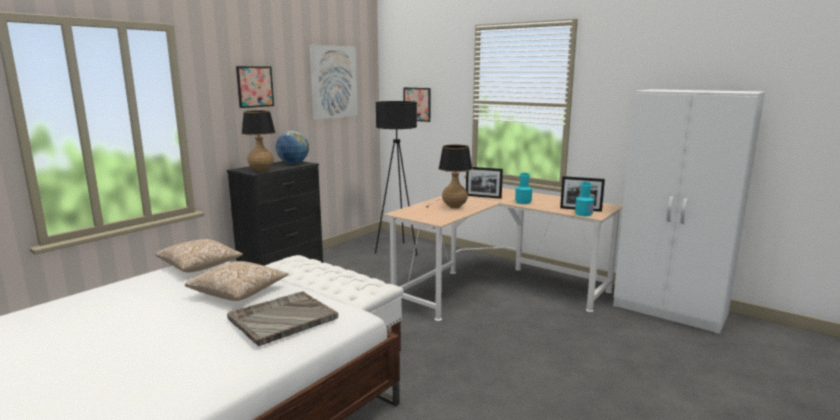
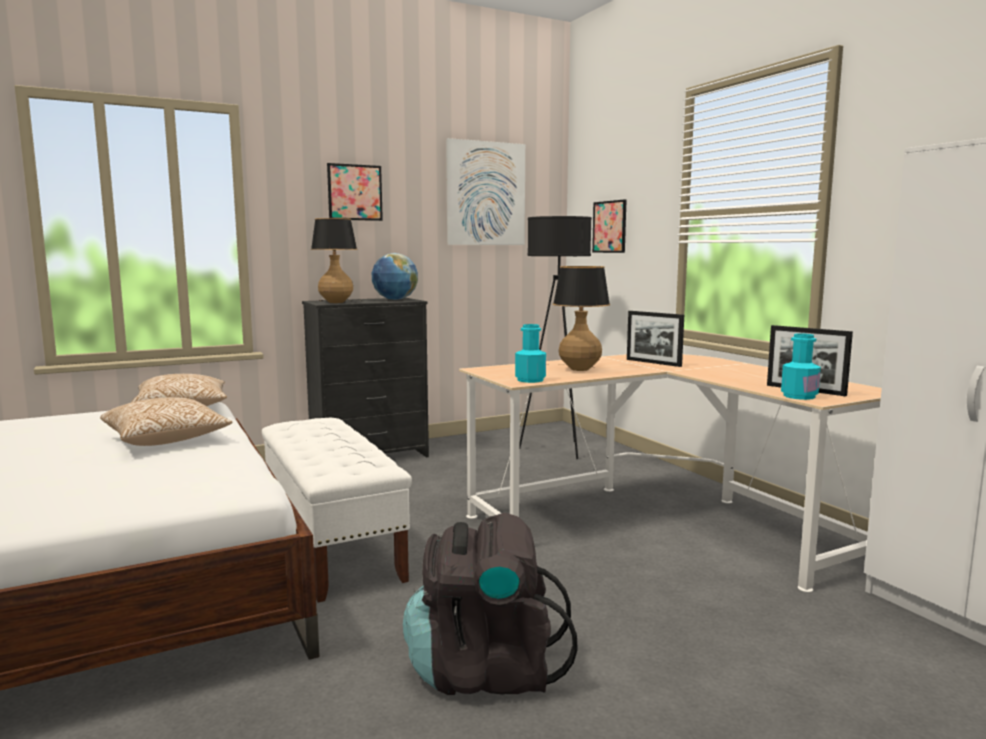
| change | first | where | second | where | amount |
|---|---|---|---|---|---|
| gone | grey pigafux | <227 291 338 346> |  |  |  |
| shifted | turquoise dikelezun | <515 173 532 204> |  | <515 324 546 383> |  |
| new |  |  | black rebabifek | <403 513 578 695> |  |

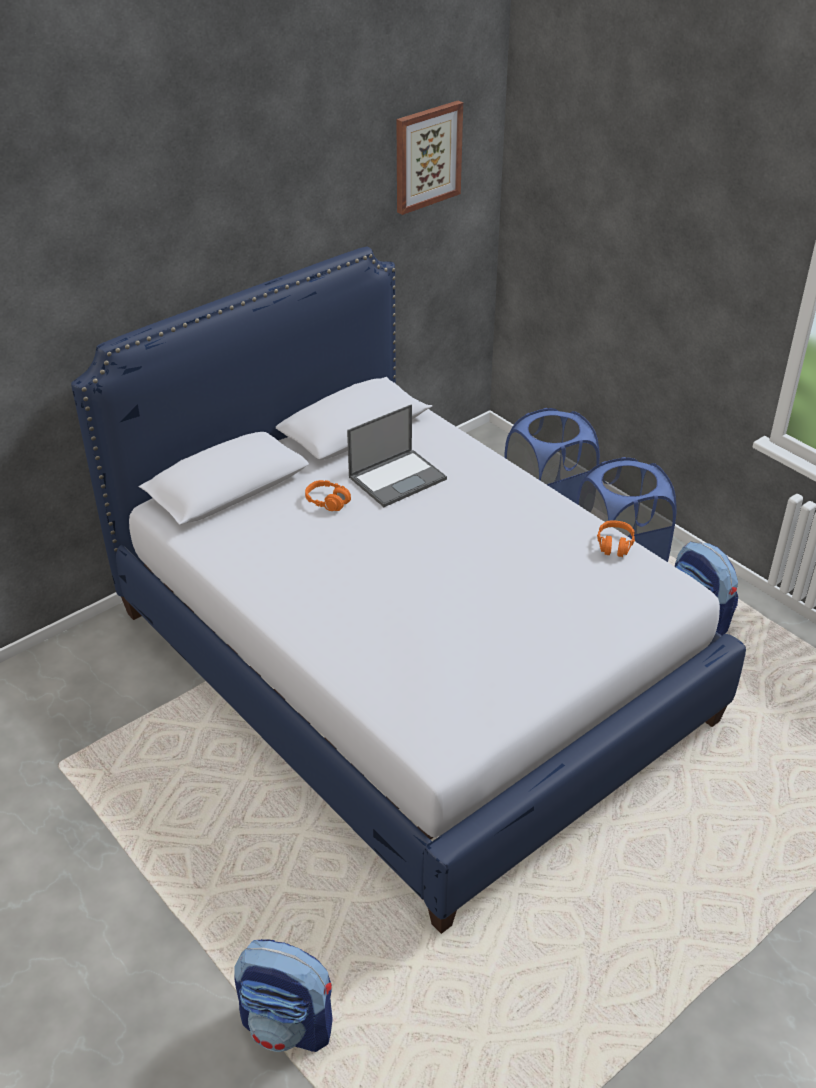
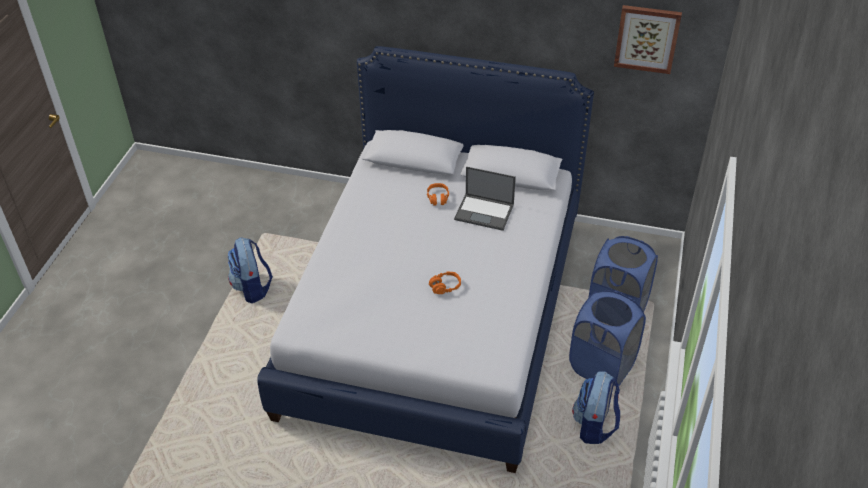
| change | first | where | second | where | amount |
|---|---|---|---|---|---|
| shifted | rebabifek | <234 939 333 1052> |  | <228 237 273 303> |  |
| shifted | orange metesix | <597 520 635 557> |  | <429 271 461 294> |  |

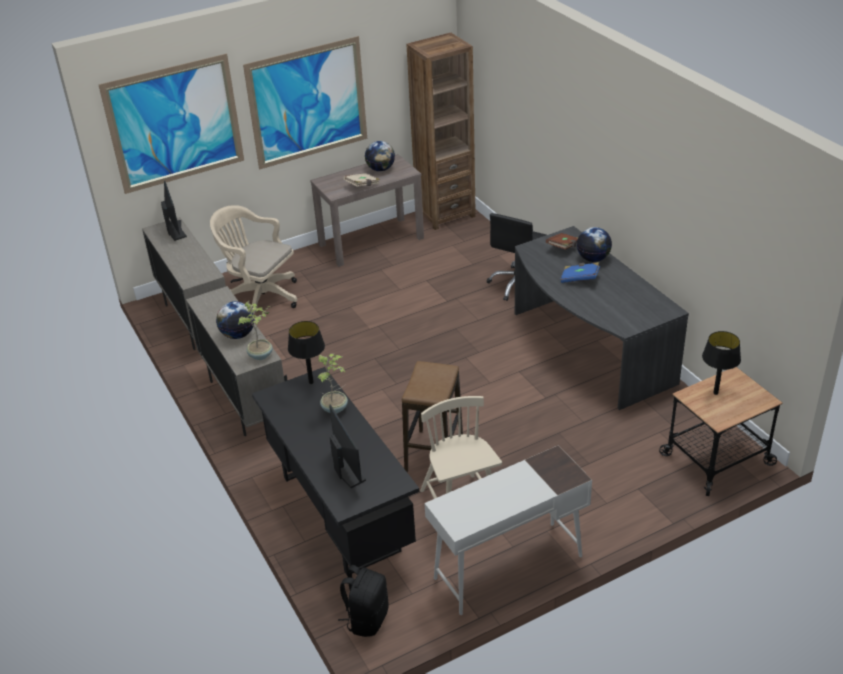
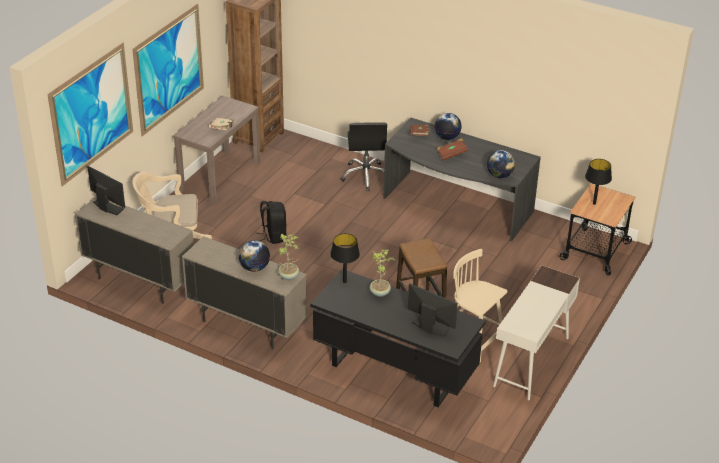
| change | first | where | second | where | amount |
|---|---|---|---|---|---|
| shifted | black rebabifek | <338 565 389 637> |  | <256 201 287 244> |  |
| shifted | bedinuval | <365 141 395 171> |  | <487 150 515 178> |  |
| repainted | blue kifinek | <560 262 600 283> | brown kifinek | <437 138 468 160> |  |

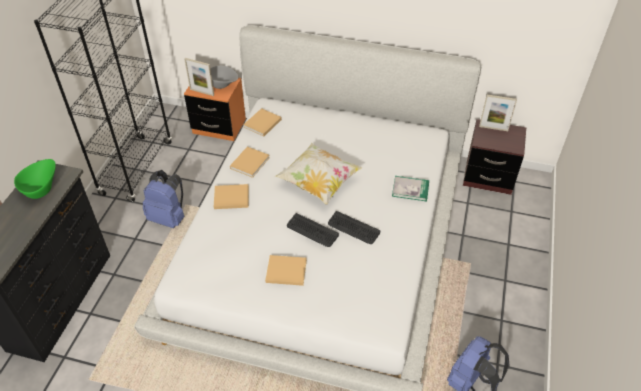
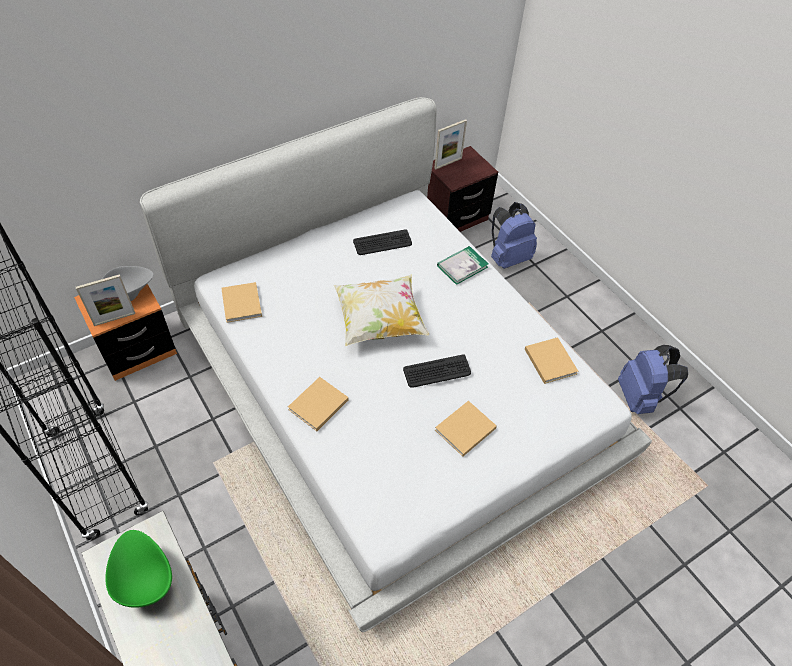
| change | first | where | second | where | amount |
|---|---|---|---|---|---|
| shifted | blue rebabifek | <143 170 185 228> |  | <491 202 537 269> |  |
| shifted | beige kifinek | <230 146 270 178> |  | <525 337 578 384> |  |
| shifted | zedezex | <328 211 380 244> |  | <353 229 412 255> |  |

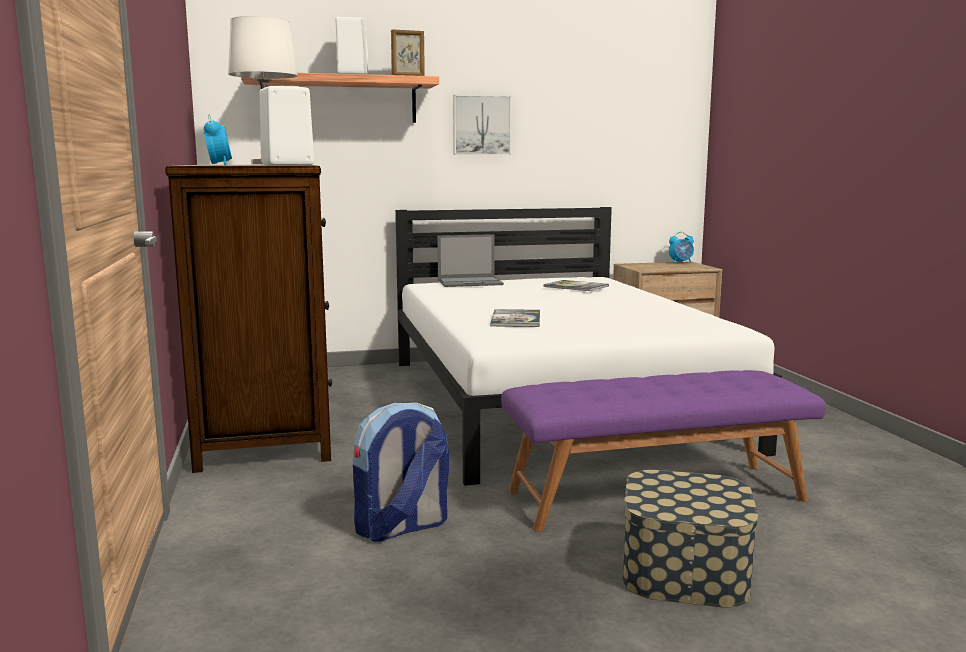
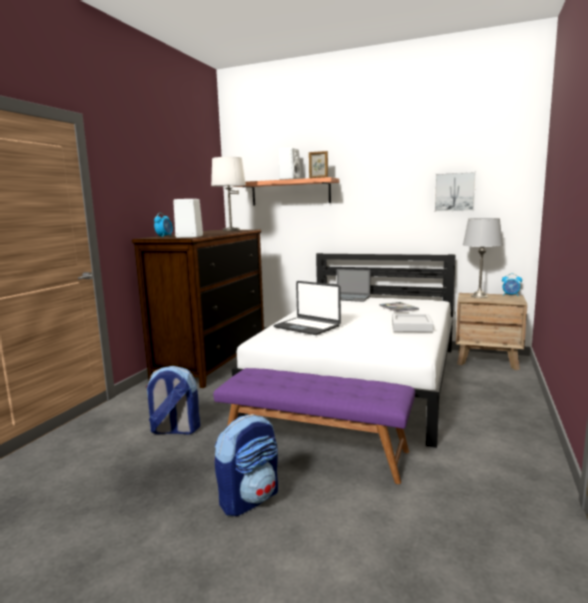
| change | first | where | second | where | amount |
|---|---|---|---|---|---|
| shifted | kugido | <453 95 511 155> |  | <434 172 476 212> |  |
| swapped | kifinek | <490 309 540 327> | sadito | <273 281 341 335> |  |
| swapped | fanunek | <623 470 758 608> | rebabifek | <215 414 278 516> |  |
| new |  |  | grey pigafux | <392 314 434 332> |  |
| new |  |  | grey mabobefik | <463 218 503 298> |  |

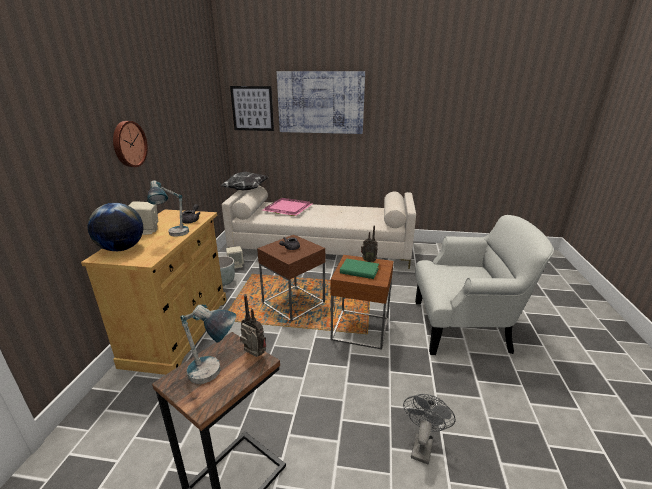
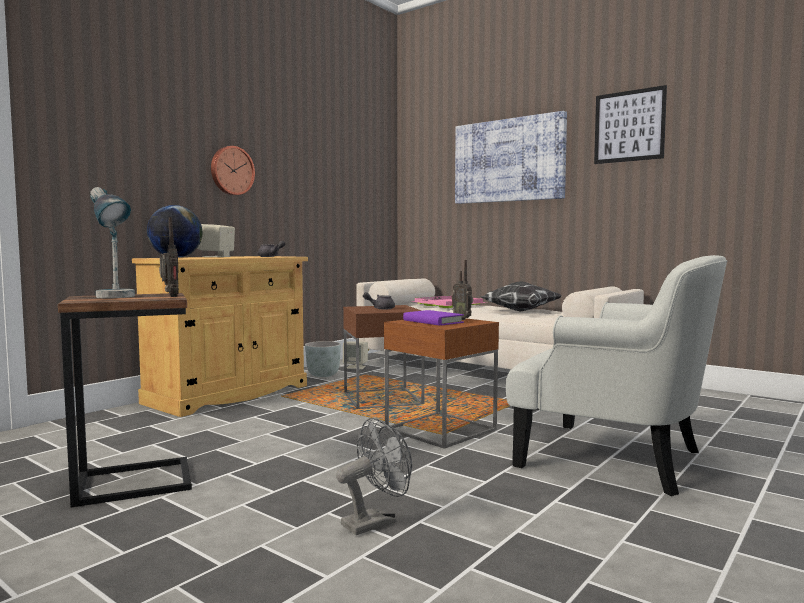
| change | first | where | second | where | amount |
|---|---|---|---|---|---|
| gone | mabobefik | <147 180 189 236> |  |  |  |
| shifted | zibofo | <220 172 268 190> |  | <481 281 561 312> |  |
| shifted | kugido | <230 86 274 131> |  | <594 85 667 164> |  |
| repainted | green kifinek | <340 259 379 279> | purple kifinek | <403 310 464 326> |  |

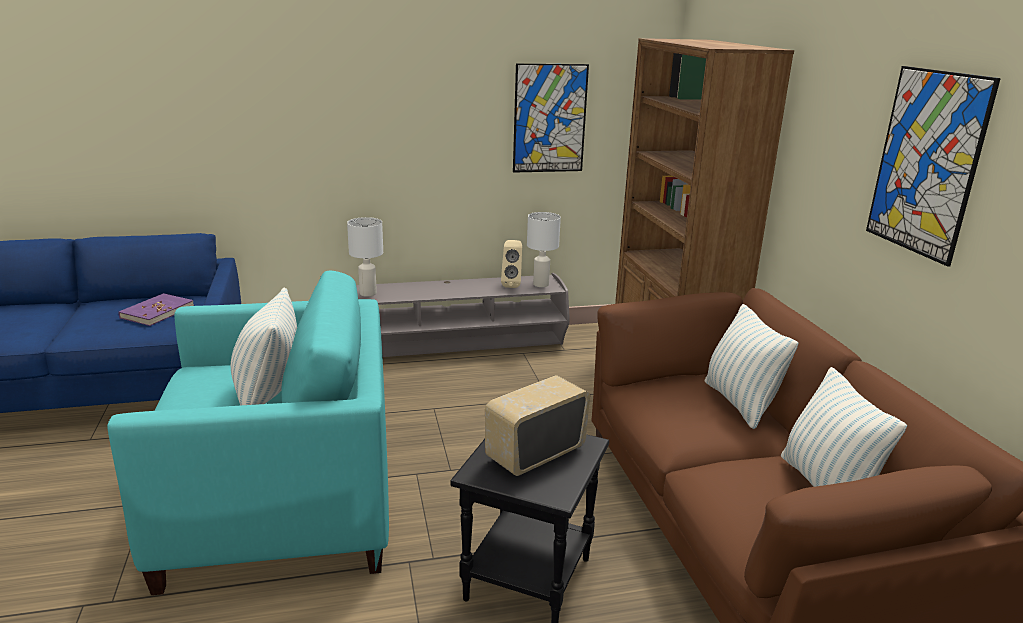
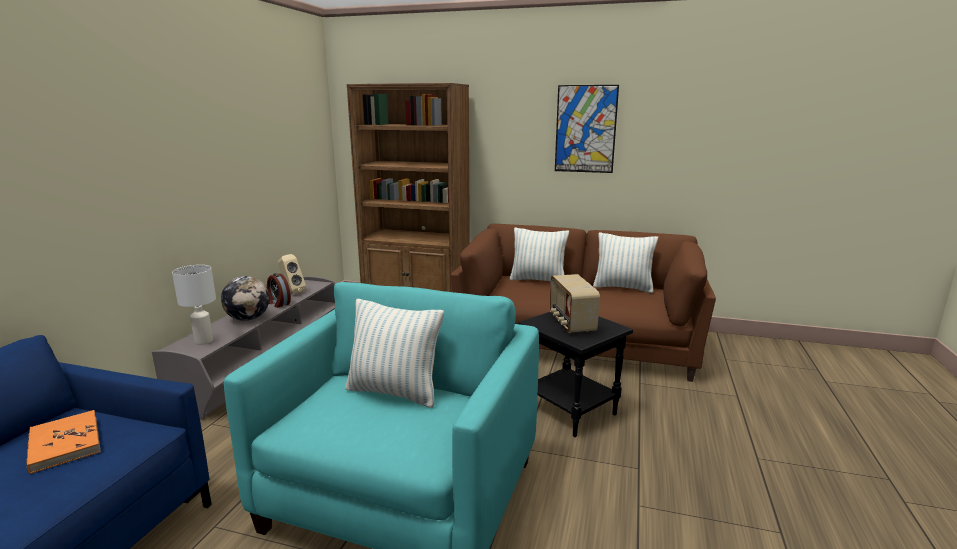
| change | first | where | second | where | amount |
|---|---|---|---|---|---|
| repainted | purple kifinek | <119 293 194 326> | orange kifinek | <26 410 101 474> |  |
| gone | kugido | <513 63 589 173> |  |  |  |
| gone | white mabobefik | <527 212 561 287> |  |  |  |
| new |  |  | bedinuval | <221 276 270 321> |  |
| new |  |  | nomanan | <267 273 291 308> |  |

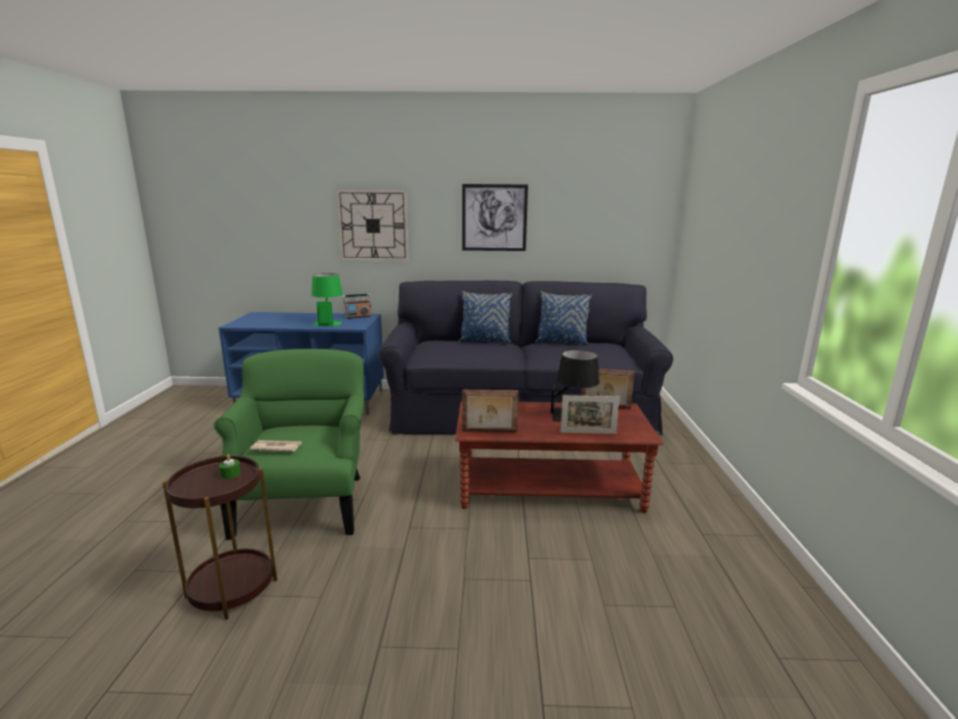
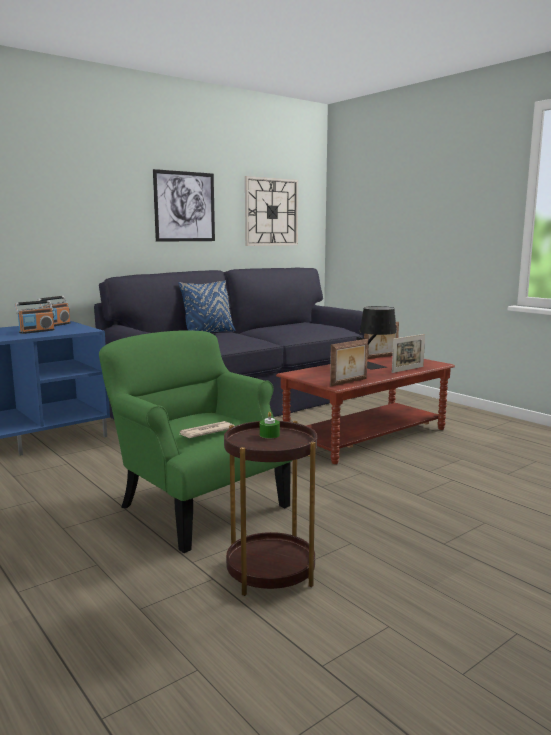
| change | first | where | second | where | amount |
|---|---|---|---|---|---|
| swapped | green mabobefik | <311 273 343 326> | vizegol | <14 300 55 334> |  |
| shifted | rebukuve | <336 190 408 261> |  | <245 176 298 246> |  |
| gone | blue zibofo | <535 291 592 345> |  |  |  |

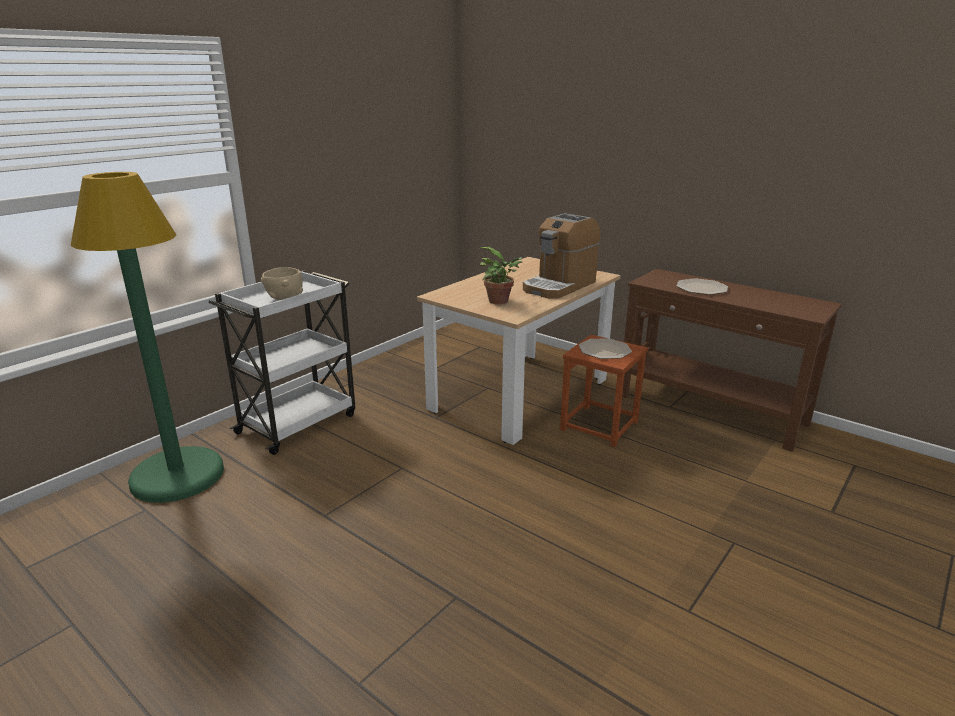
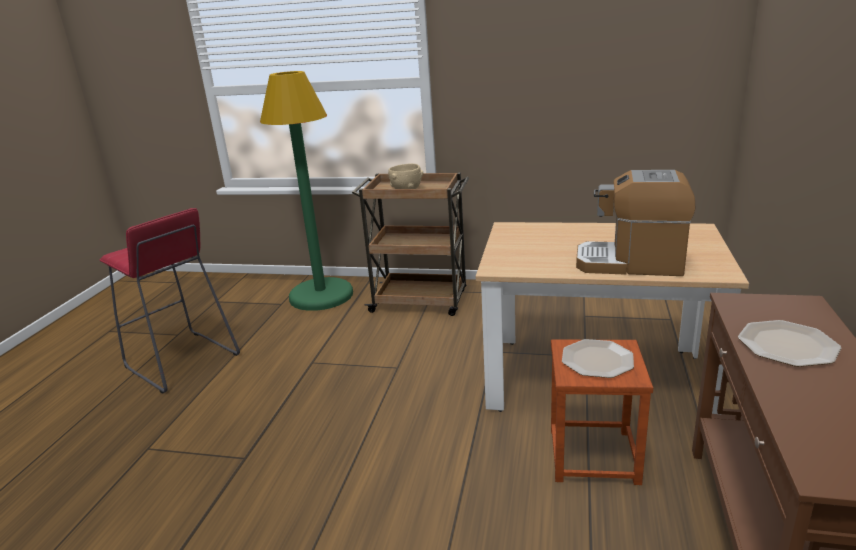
| change | first | where | second | where | amount |
|---|---|---|---|---|---|
| repainted | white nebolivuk | <208 270 355 455> | brown nebolivuk | <352 173 469 316> |  |
| gone | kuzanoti | <480 247 523 304> |  |  |  |
| new |  |  | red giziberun | <100 208 240 394> |  |

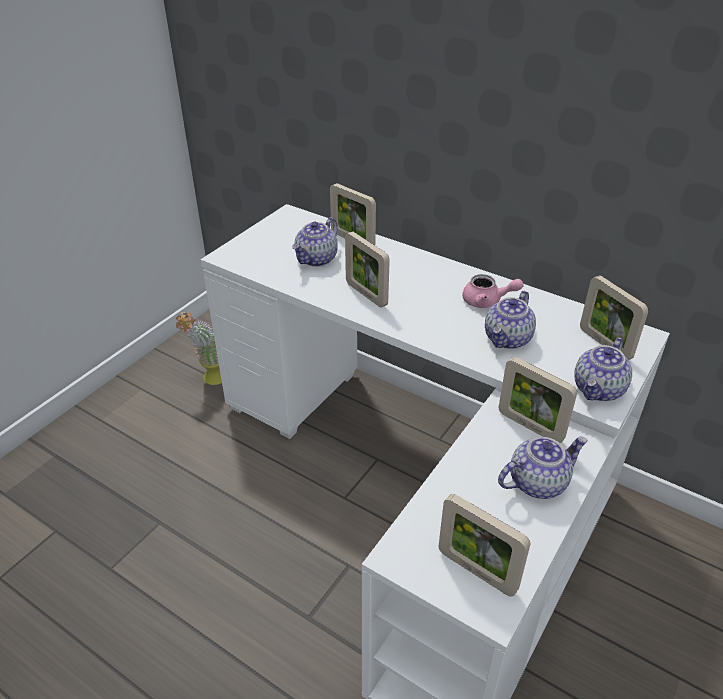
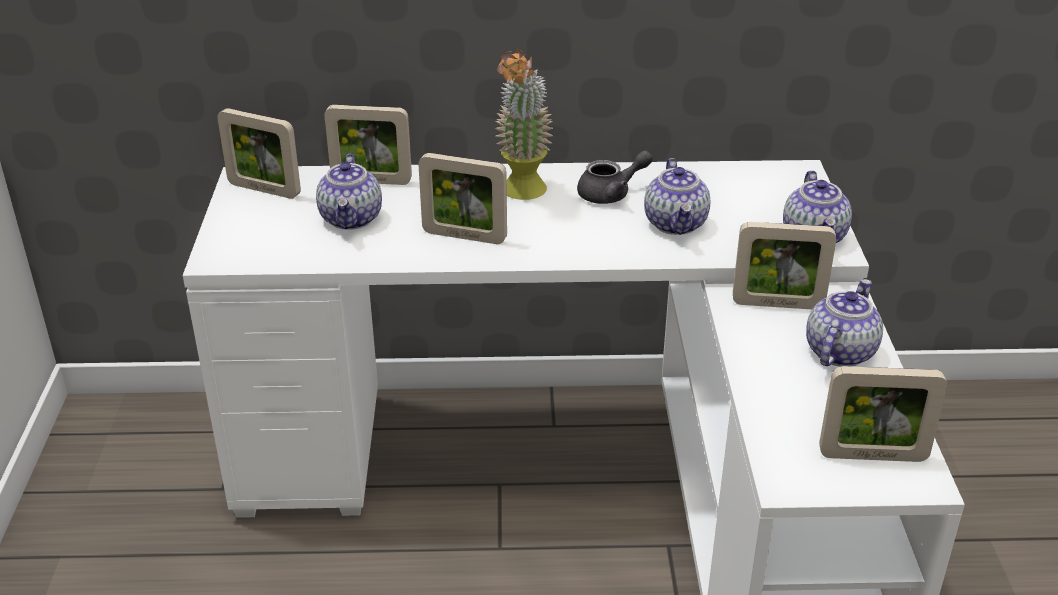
| change | first | where | second | where | amount |
|---|---|---|---|---|---|
| shifted | kuzanoti | <175 312 222 385> |  | <495 49 553 200> |  |
| repainted | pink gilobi | <463 274 524 308> | grey gilobi | <577 150 653 204> |  |
| shifted | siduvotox | <580 276 648 360> |  | <217 108 301 199> |  |

